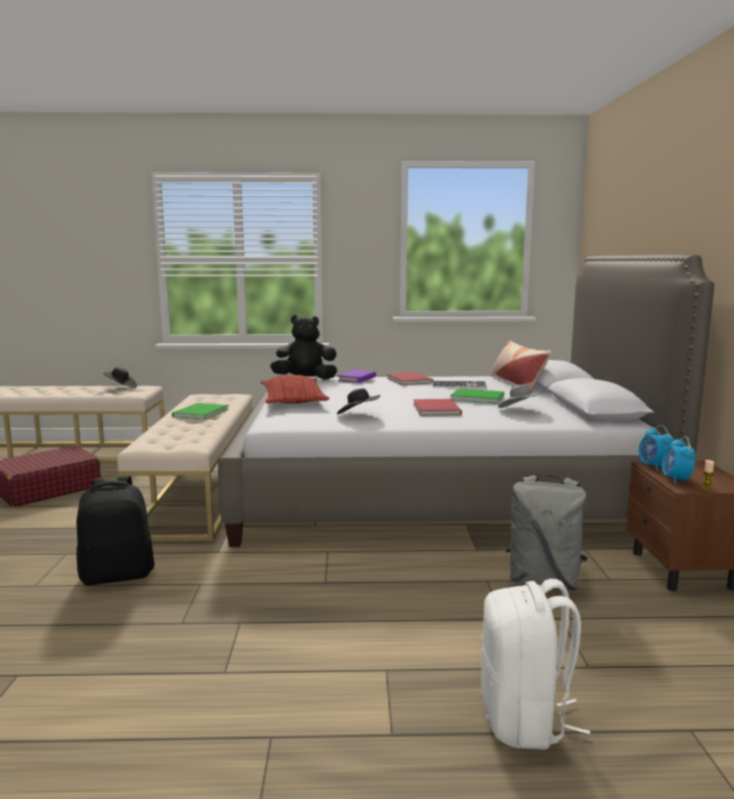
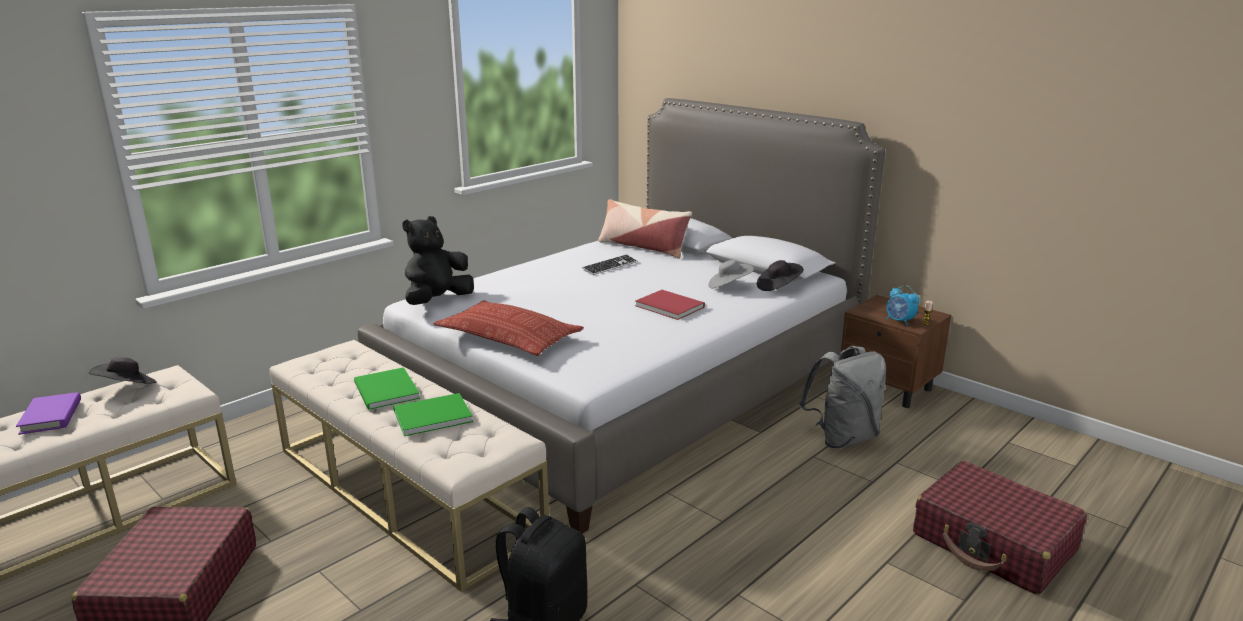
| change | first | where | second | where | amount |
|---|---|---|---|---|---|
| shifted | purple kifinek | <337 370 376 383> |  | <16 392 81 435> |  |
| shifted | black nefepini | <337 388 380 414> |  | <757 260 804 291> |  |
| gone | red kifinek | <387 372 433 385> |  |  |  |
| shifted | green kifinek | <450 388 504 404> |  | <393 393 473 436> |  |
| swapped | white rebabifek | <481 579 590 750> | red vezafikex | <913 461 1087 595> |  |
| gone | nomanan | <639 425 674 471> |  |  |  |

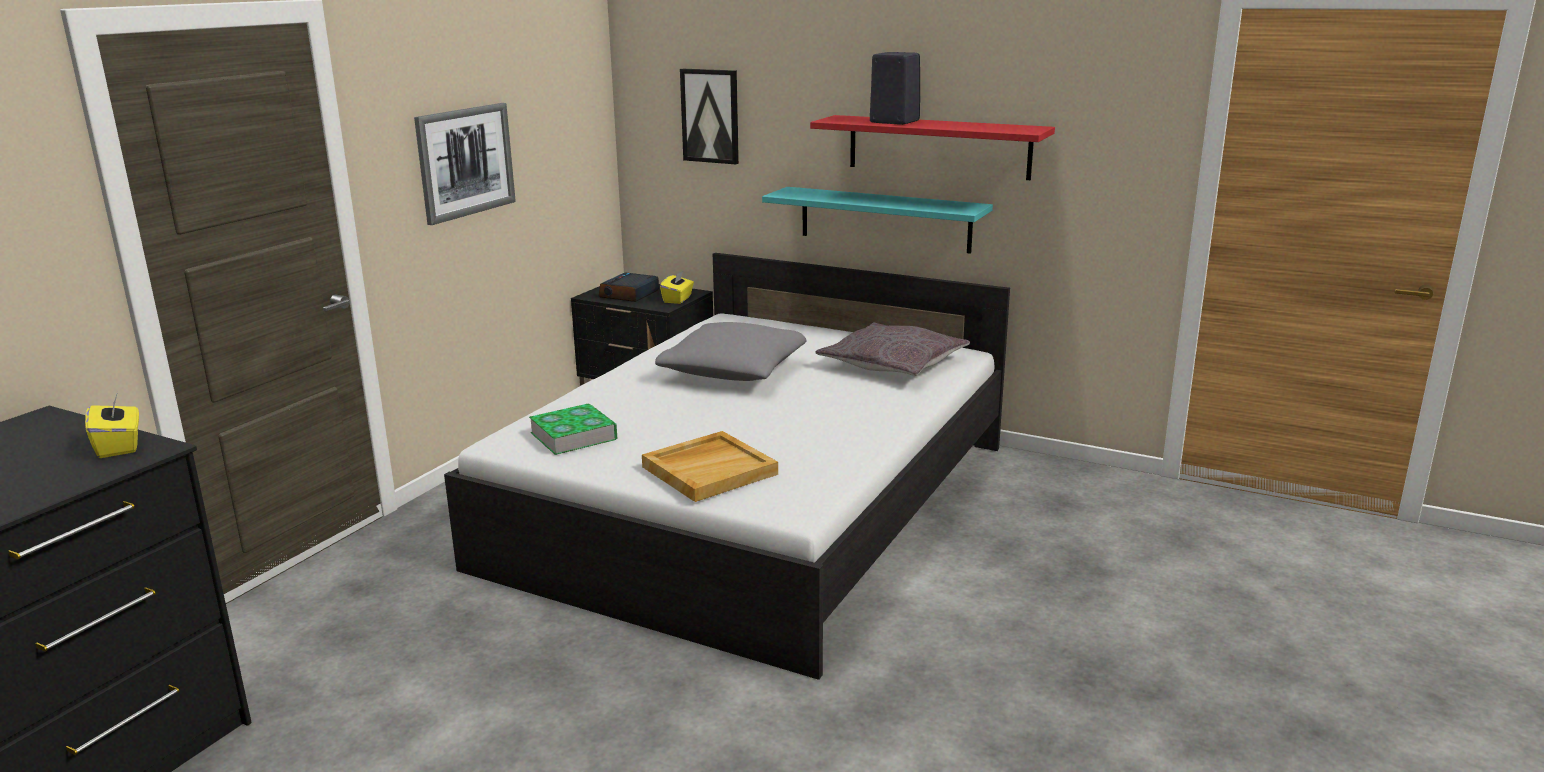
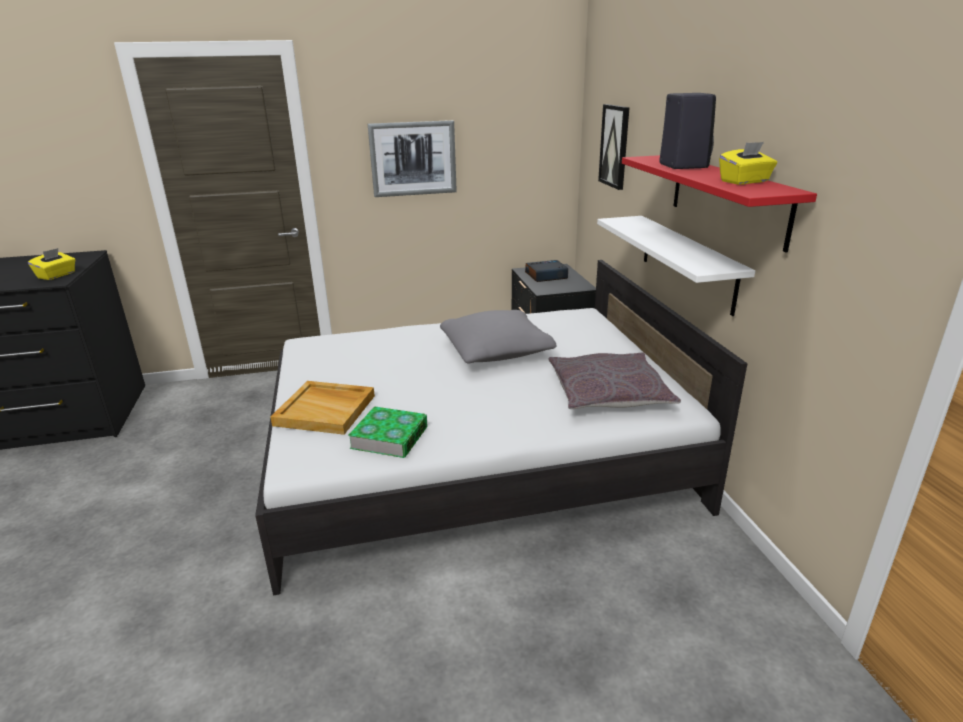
| change | first | where | second | where | amount |
|---|---|---|---|---|---|
| shifted | kifinek | <529 403 618 455> |  | <348 406 428 458> |  |
| shifted | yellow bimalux | <660 270 694 304> |  | <719 142 777 185> |  |
| repainted | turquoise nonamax | <762 187 993 254> | white nonamax | <597 216 755 316> |  |

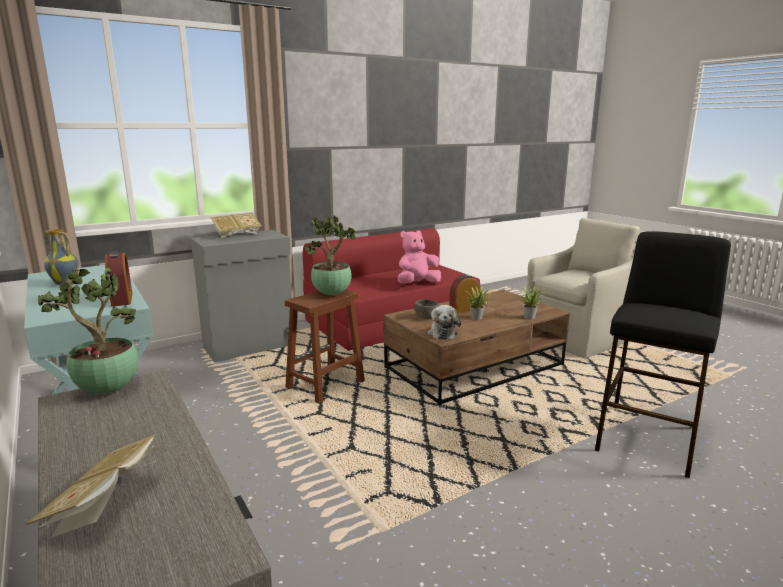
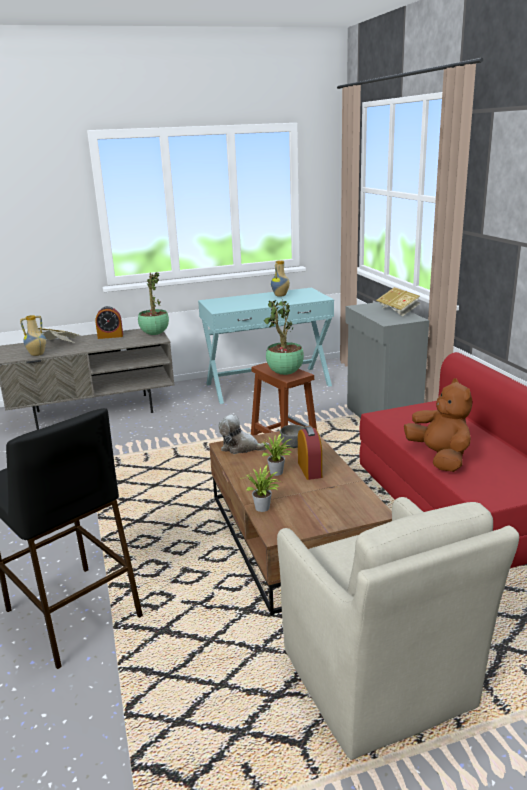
| change | first | where | second | where | amount |
|---|---|---|---|---|---|
| shifted | nomanan | <105 251 133 307> |  | <95 306 123 339> |  |
| repainted | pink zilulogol | <398 230 441 284> | brown zilulogol | <404 378 472 472> |  |
| new |  |  | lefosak | <20 315 46 356> |  |

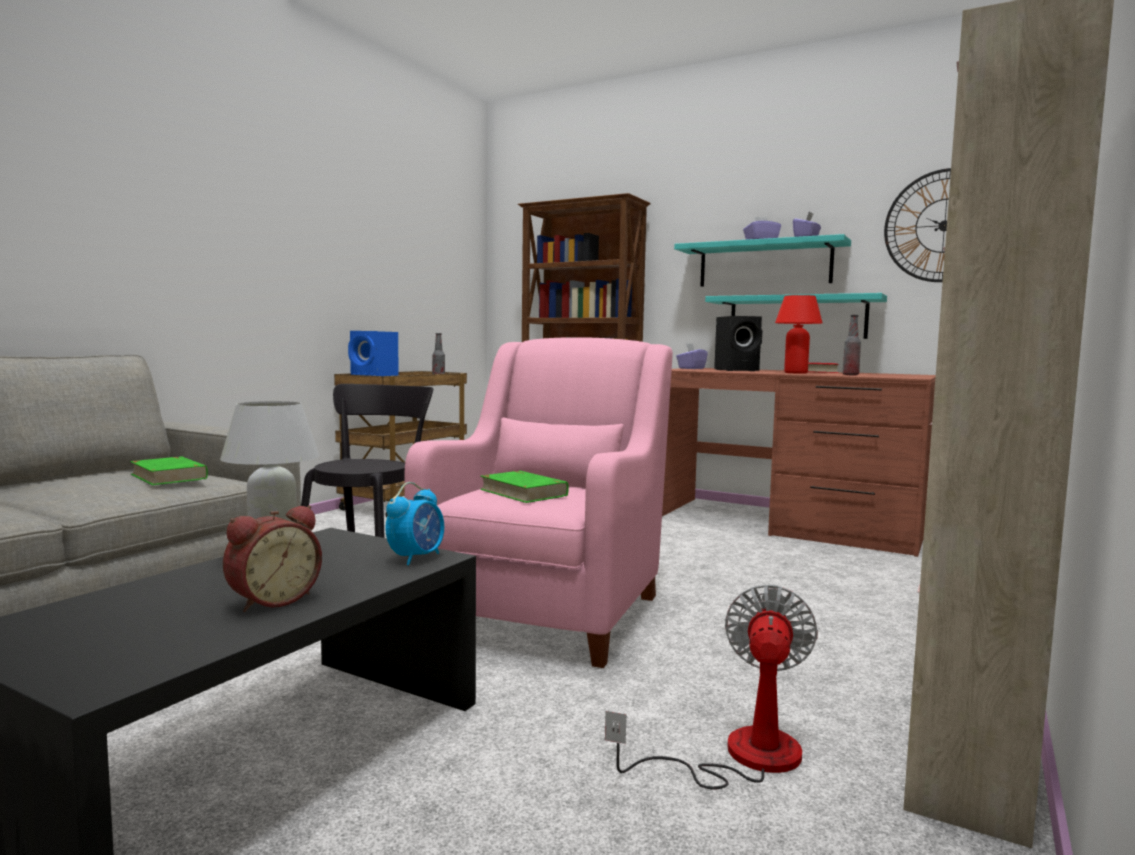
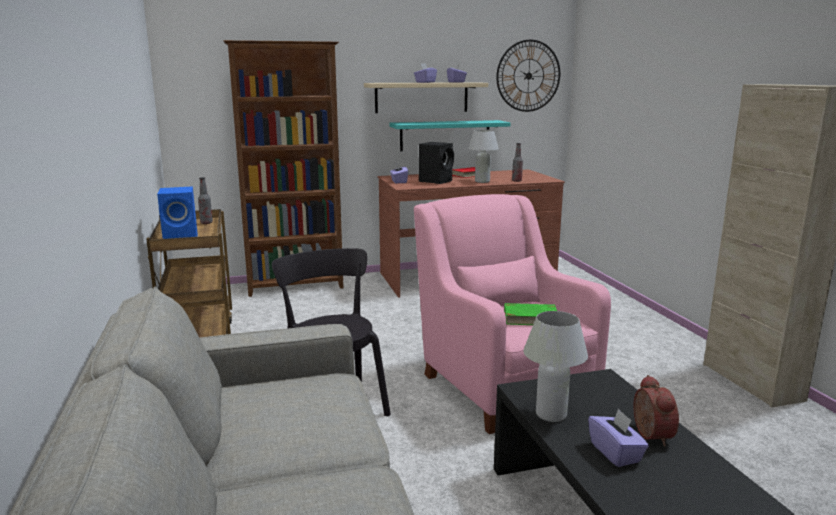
| change | first | where | second | where | amount |
|---|---|---|---|---|---|
| gone | green kifinek | <130 456 208 485> |  |  |  |
| gone | nomanan | <385 482 444 566> |  |  |  |
| gone | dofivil | <605 584 818 790> |  |  |  |
| repainted | turquoise nonamax | <674 234 851 287> | beige nonamax | <364 82 488 113> |  |
| repainted | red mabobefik | <775 295 822 374> | white mabobefik | <468 130 499 183> |  |
| new |  |  | purple bimalux | <588 408 649 467> |  |

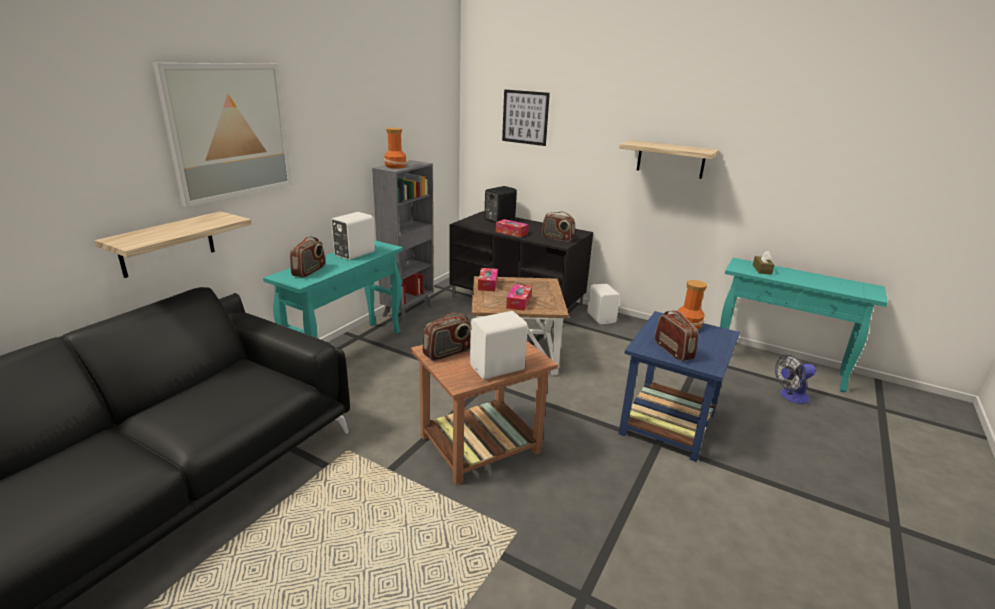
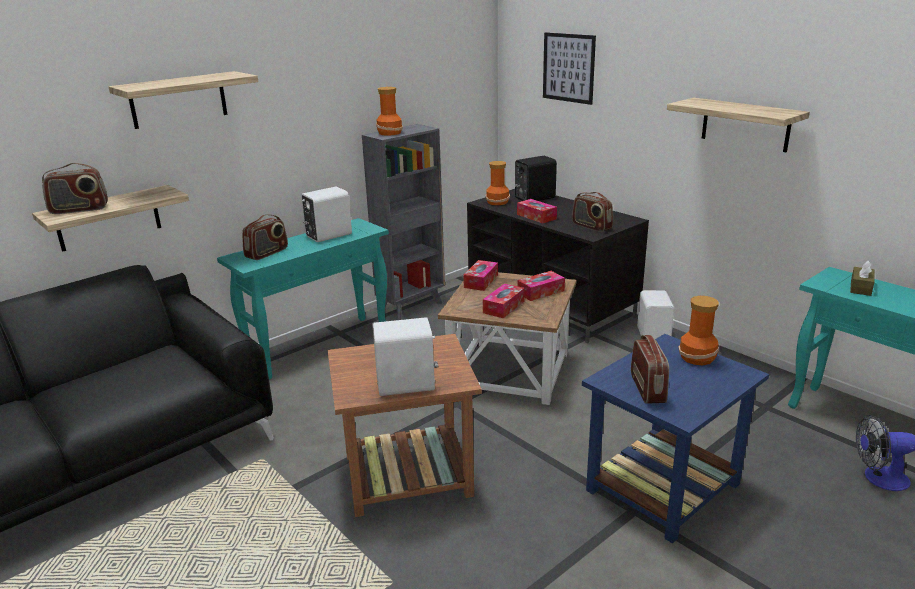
| change | first | where | second | where | amount |
|---|---|---|---|---|---|
| swapped | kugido | <153 63 292 207> | nonamax | <108 71 258 129> |  |
| shifted | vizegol | <422 313 471 361> |  | <42 163 108 214> |  |
| new |  |  | lefosak | <486 161 510 205> |  |
| new |  |  | bimalux | <517 271 565 301> |  |

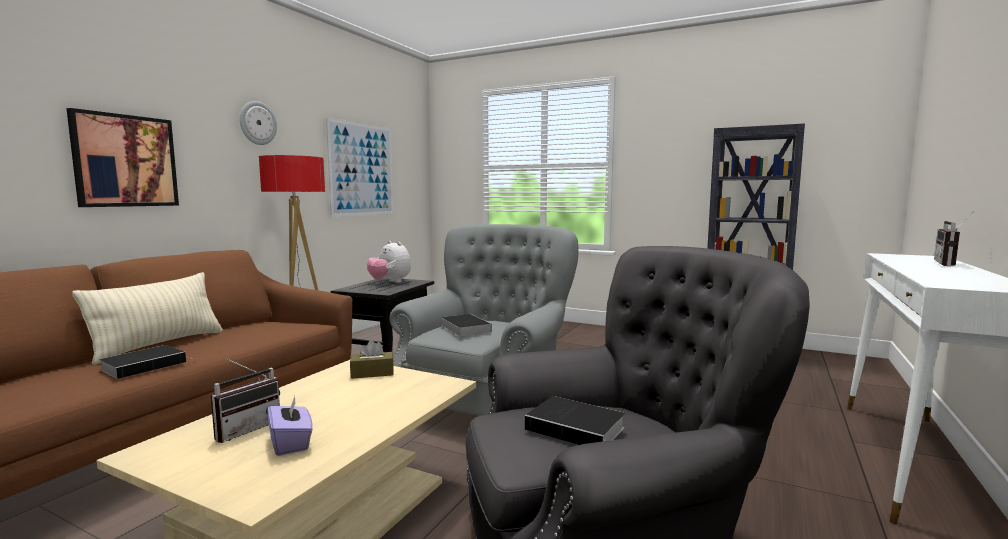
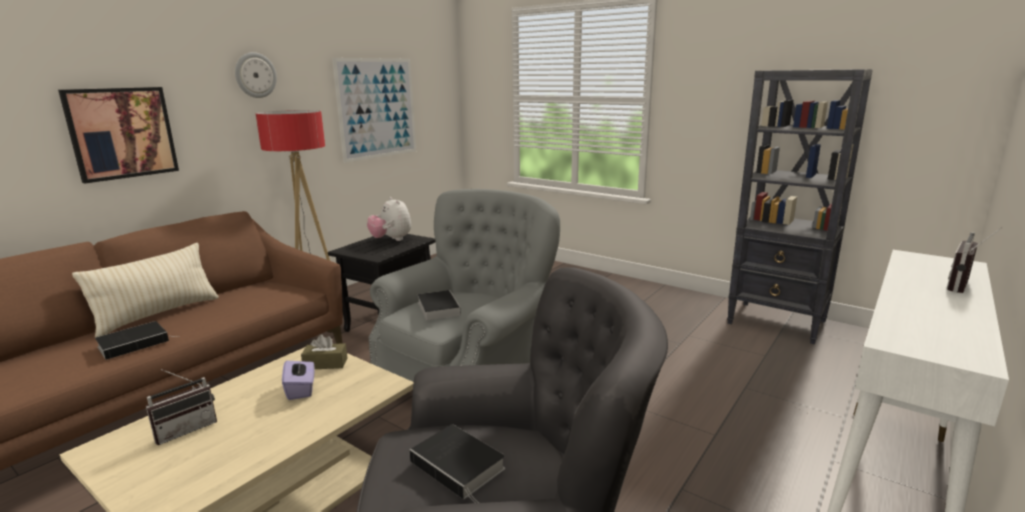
| change | first | where | second | where | amount |
|---|---|---|---|---|---|
| shifted | purple bimalux | <267 396 313 456> |  | <282 355 315 400> |  |

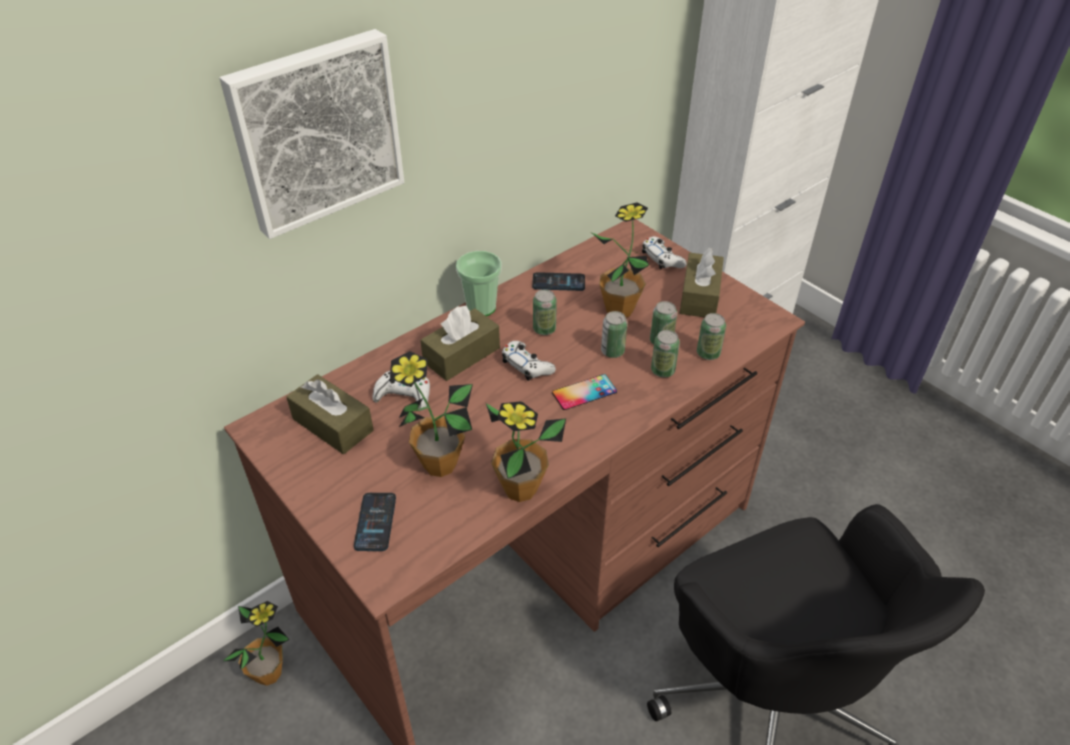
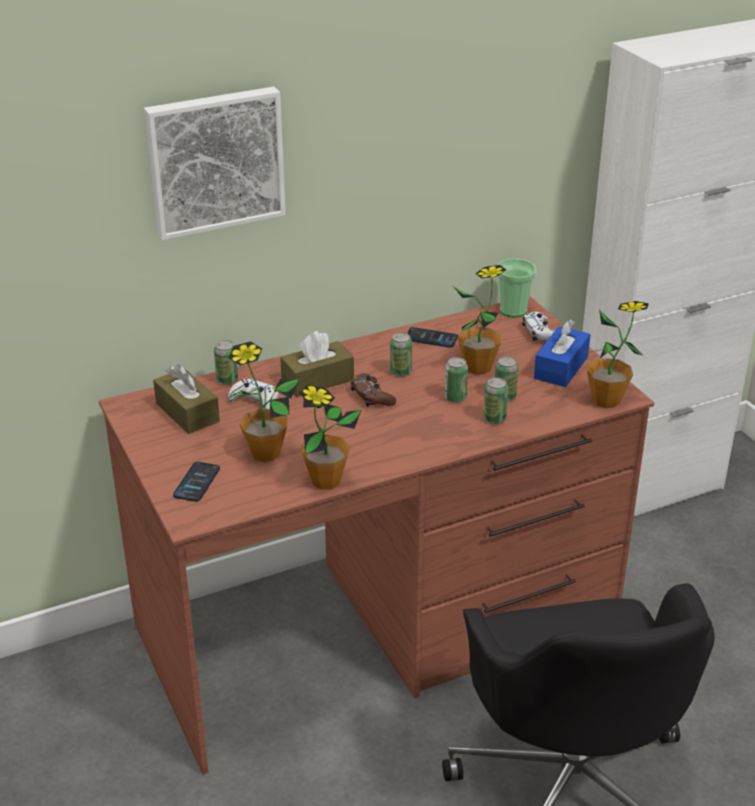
| change | first | where | second | where | amount |
|---|---|---|---|---|---|
| shifted | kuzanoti | <223 601 290 686> |  | <583 301 649 408> |  |
| shifted | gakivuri | <456 251 502 316> |  | <497 259 537 317> |  |
| repainted | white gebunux | <502 341 556 381> | brown gebunux | <351 373 396 407> |  |
| gone | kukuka | <552 374 617 410> |  |  |  |
| repainted | brown bimalux | <680 248 724 317> | blue bimalux | <534 319 590 387> |  |
| shifted | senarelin | <697 313 726 360> |  | <214 340 238 385> |  |

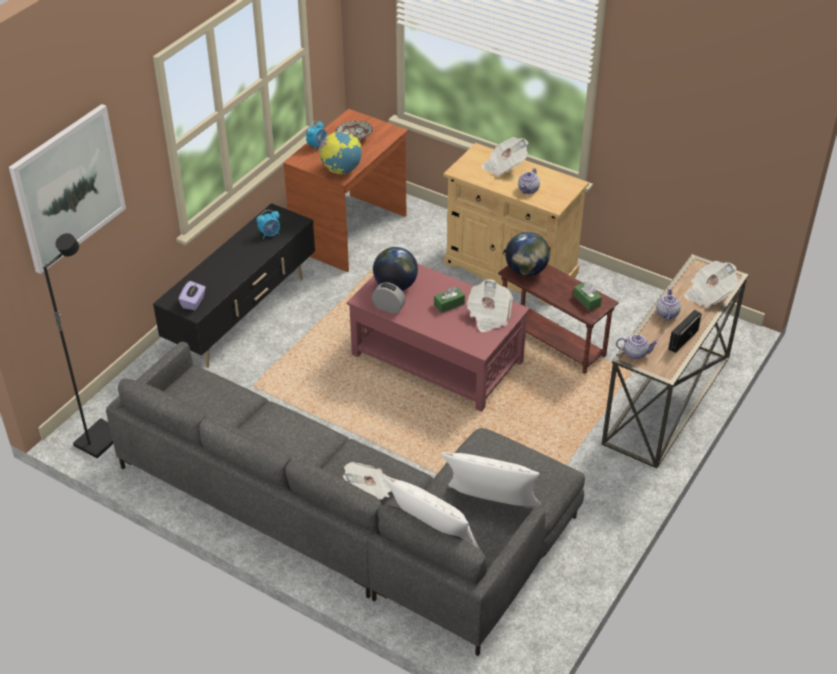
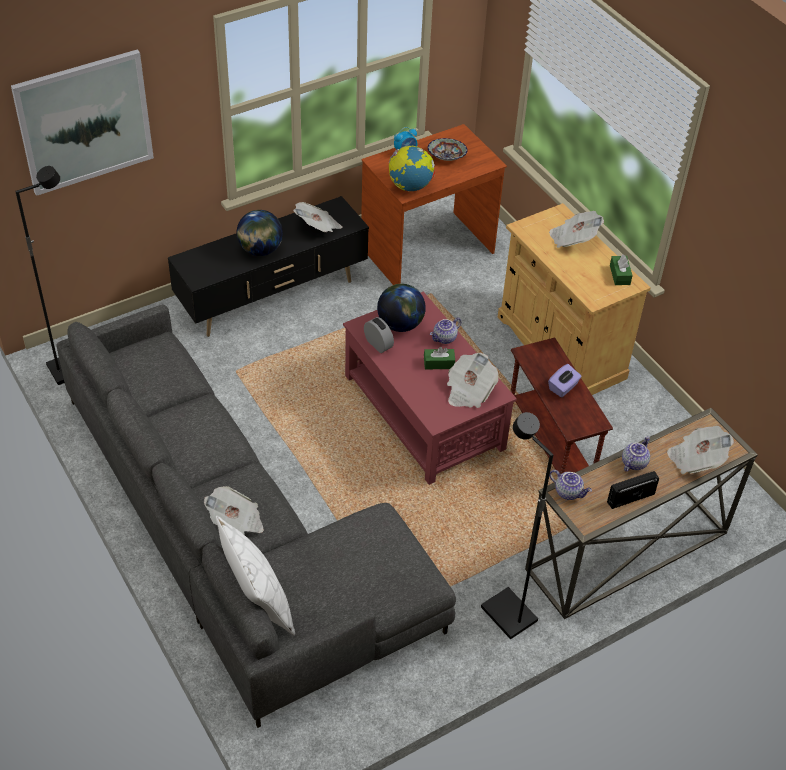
| change | first | where | second | where | amount |
|---|---|---|---|---|---|
| shifted | purple bimalux | <178 281 206 310> |  | <548 364 582 397> |  |
| swapped | nomanan | <257 210 280 239> | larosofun | <293 202 343 233> |  |
| gone | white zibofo | <441 452 541 506> |  |  |  |
| shifted | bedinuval | <505 232 550 276> |  | <237 210 283 256> |  |
| shifted | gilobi | <518 168 540 194> |  | <430 317 461 344> |  |
| shifted | green bimalux | <573 282 602 311> |  | <610 254 633 285> |  |
| new |  |  | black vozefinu | <481 412 554 639> |  |

